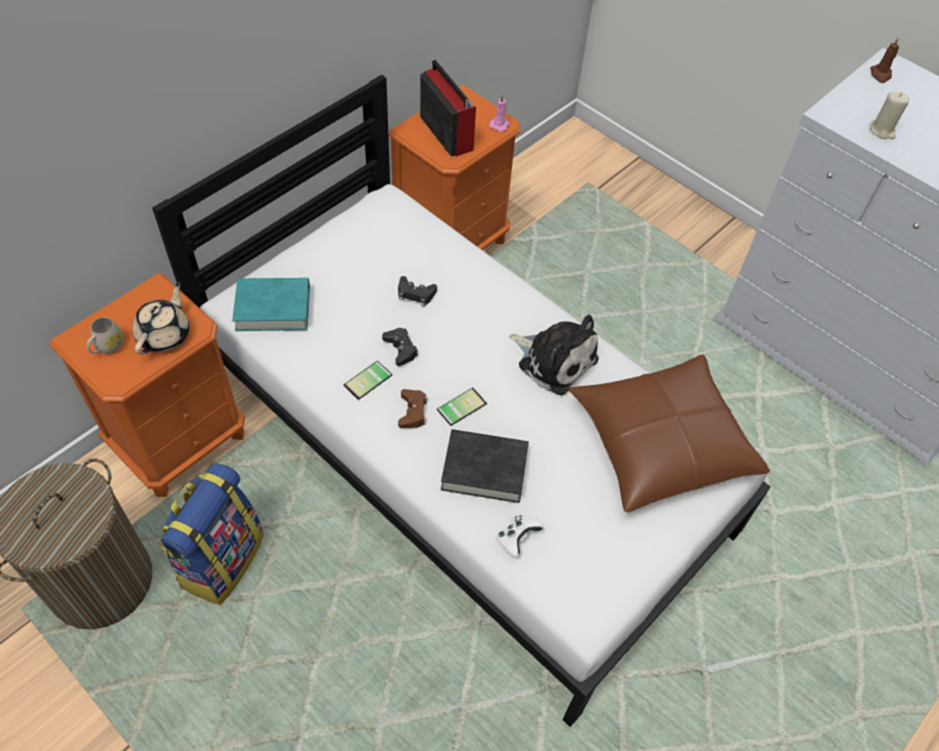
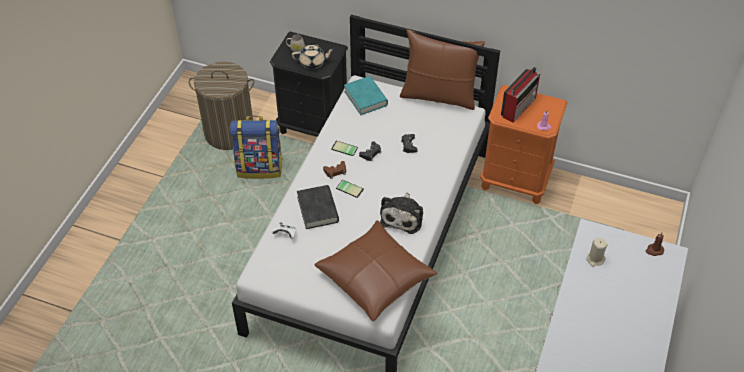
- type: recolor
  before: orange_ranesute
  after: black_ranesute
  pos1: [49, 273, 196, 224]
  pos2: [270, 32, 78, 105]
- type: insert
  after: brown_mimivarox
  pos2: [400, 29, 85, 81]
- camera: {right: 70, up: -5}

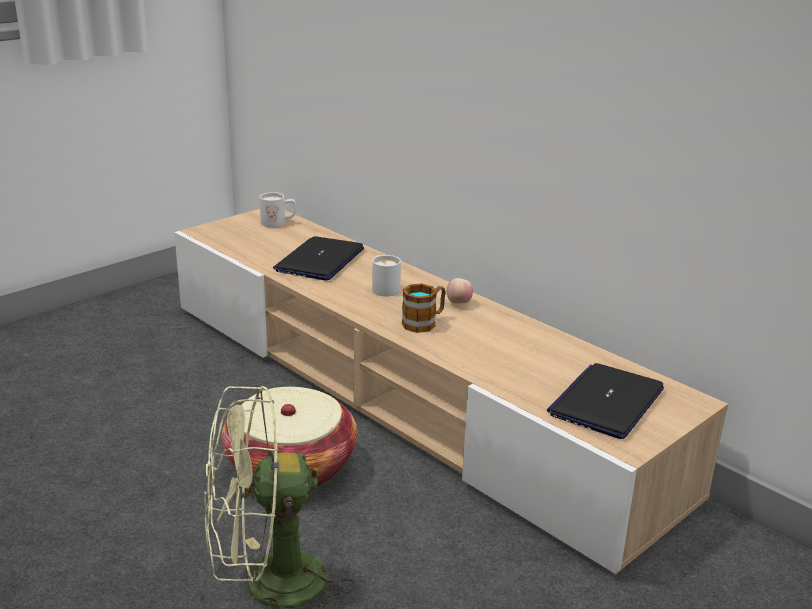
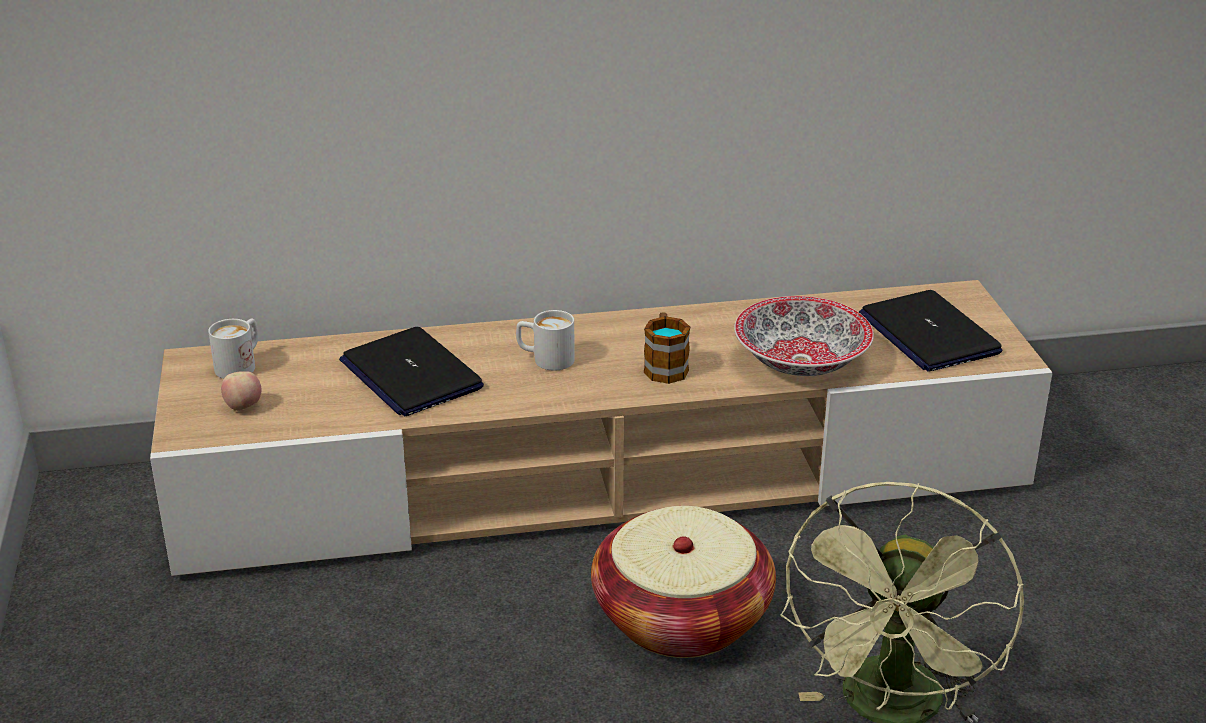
- type: move
  before: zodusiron
  pos1: [447, 278, 26, 26]
  pos2: [221, 371, 40, 40]
- type: insert
  after: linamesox
  pos2: [734, 296, 140, 80]
- camera: {right: -55, up: 5}

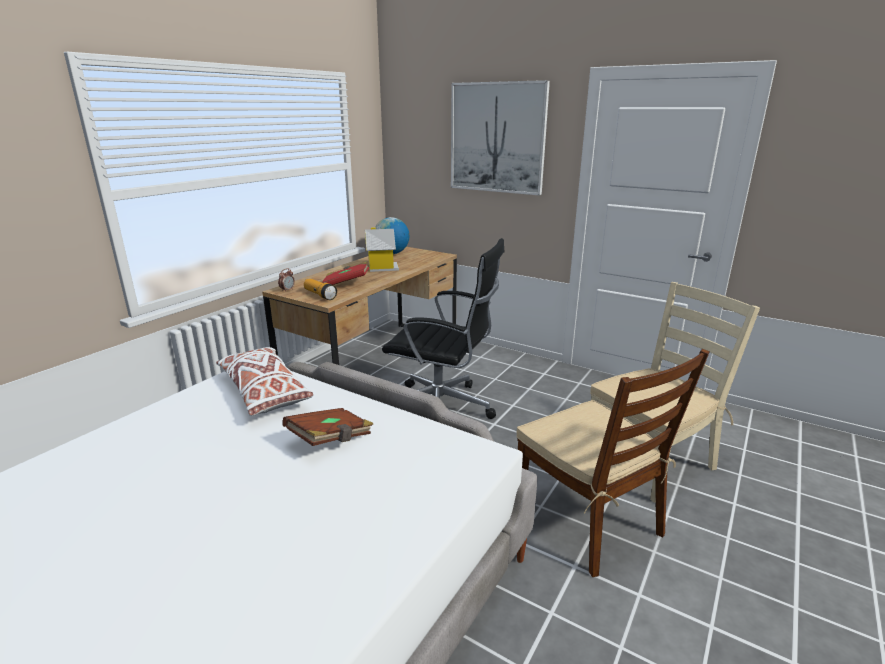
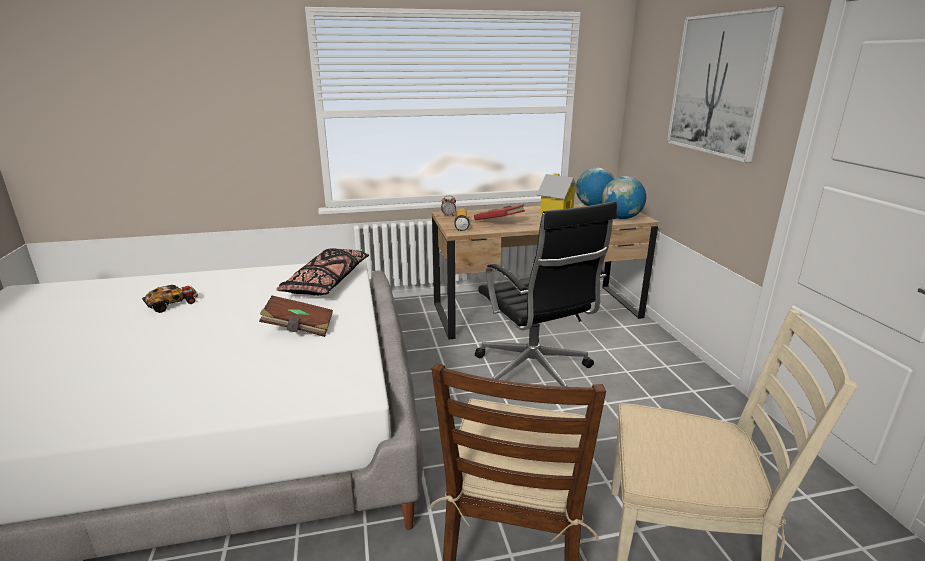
- type: recolor
  before: white_mimivarox
  after: black_mimivarox
  pos1: [216, 347, 97, 69]
  pos2: [276, 248, 93, 48]
- type: insert
  after: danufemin
  pos2: [602, 176, 44, 43]
- type: insert
  after: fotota
  pos2: [142, 285, 56, 28]
- camera: {right: 45, up: 0}

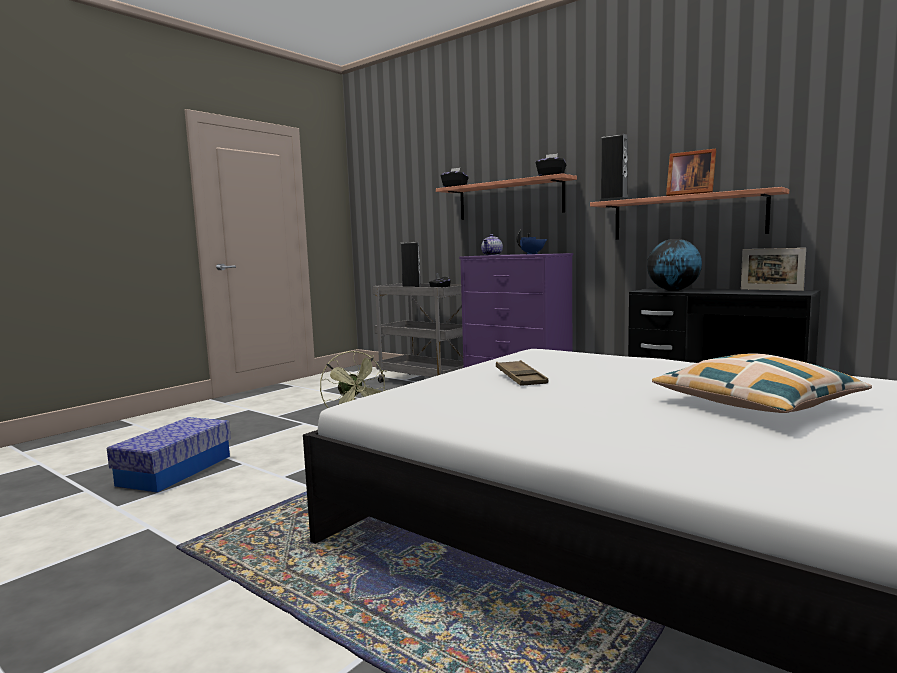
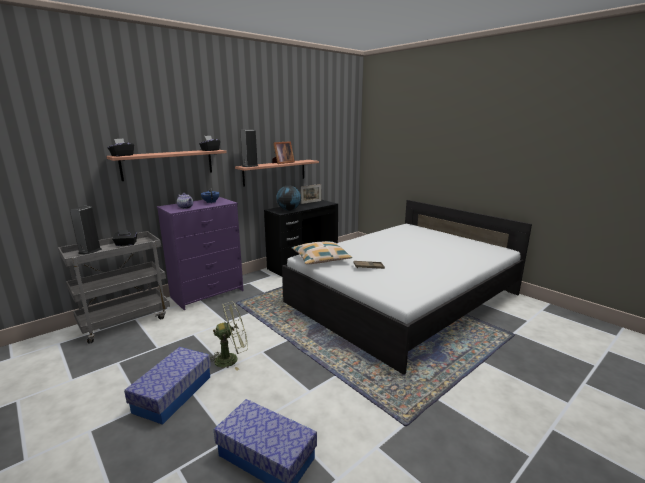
- type: move
  before: mimivarox
  pos1: [652, 353, 220, 60]
  pos2: [292, 241, 60, 23]
- type: insert
  after: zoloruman
  pos2: [124, 347, 87, 78]
- camera: {right: -80, up: 10}

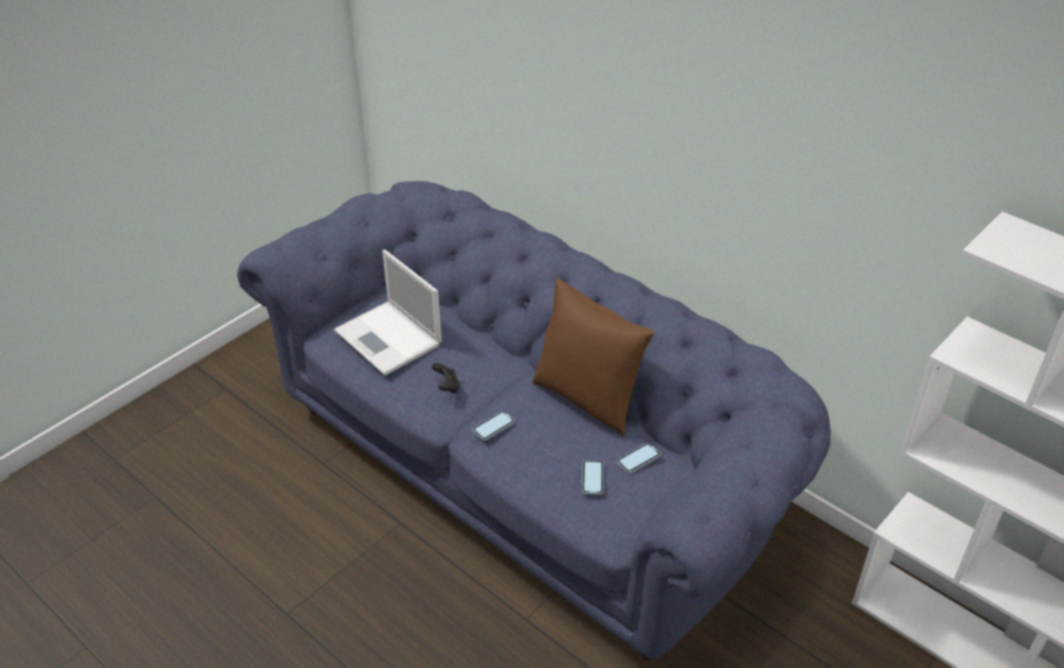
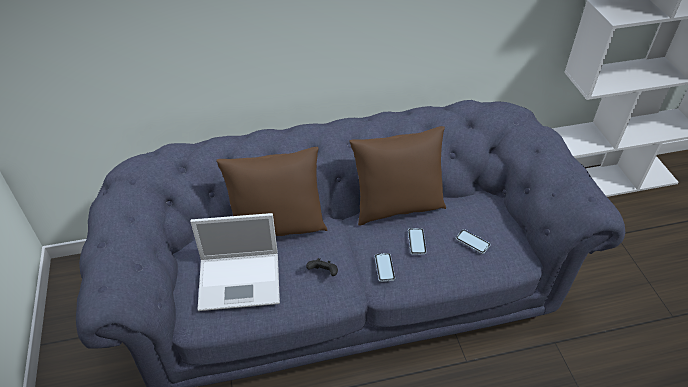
- type: move
  before: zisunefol
  pos1: [617, 443, 43, 30]
  pos2: [408, 228, 19, 27]
- type: insert
  after: brown_mimivarox
  pos2: [216, 147, 112, 89]
- camera: {right: -55, up: 5}

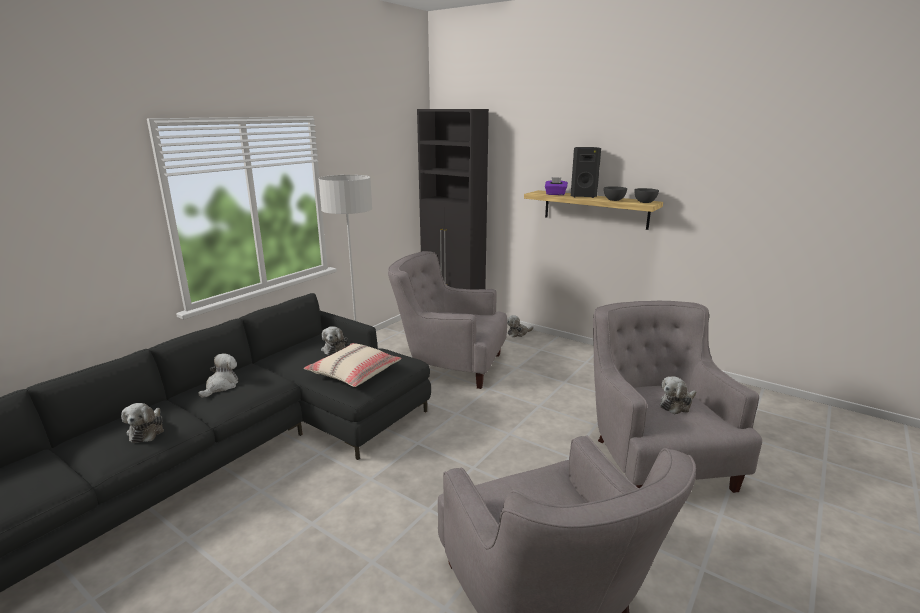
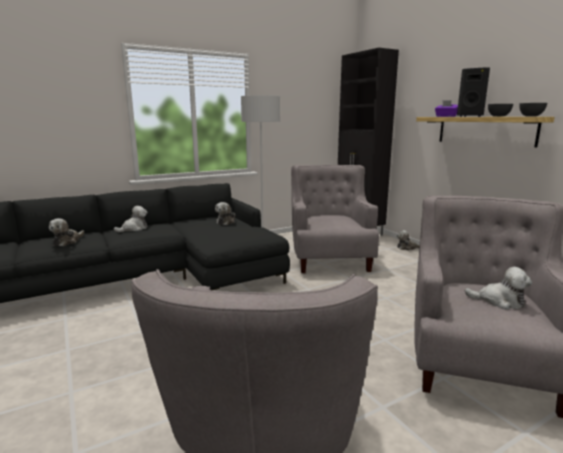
- type: rotate
  before: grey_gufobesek
  pos1: [388, 251, 119, 138]
  pos2: [291, 165, 88, 108]
  turn: 45
- type: delete
  before: beige_mimivarox
  pos1: [304, 343, 98, 44]
- type: rotate
  before: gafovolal
  pos1: [660, 376, 36, 38]
  pos2: [465, 267, 67, 43]
  turn: -150
- camera: {right: 25, up: -5}

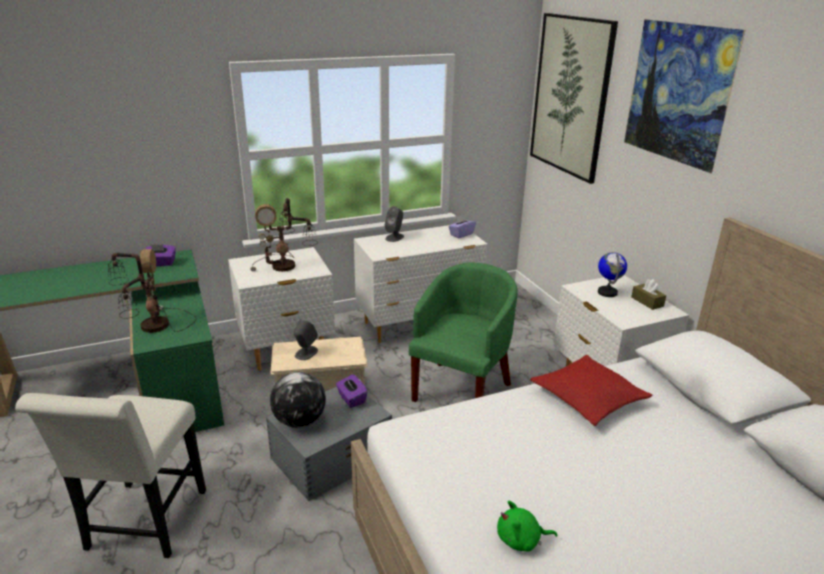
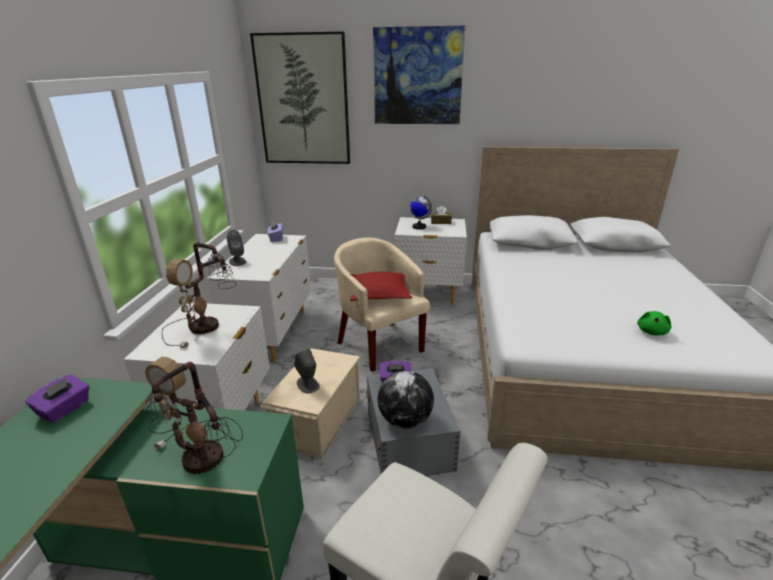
- type: recolor
  before: green_gufobesek
  after: beige_gufobesek
  pos1: [409, 262, 109, 140]
  pos2: [334, 238, 96, 134]
- type: move
  before: red_mimivarox
  pos1: [530, 355, 122, 71]
  pos2: [350, 272, 62, 29]
- camera: {right: -60, up: 0}

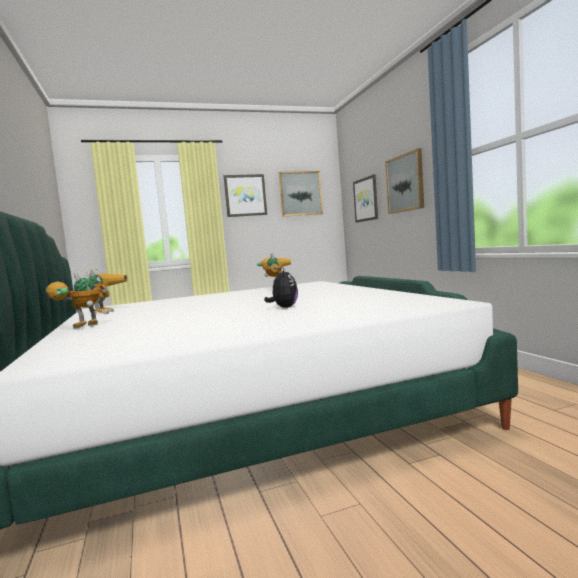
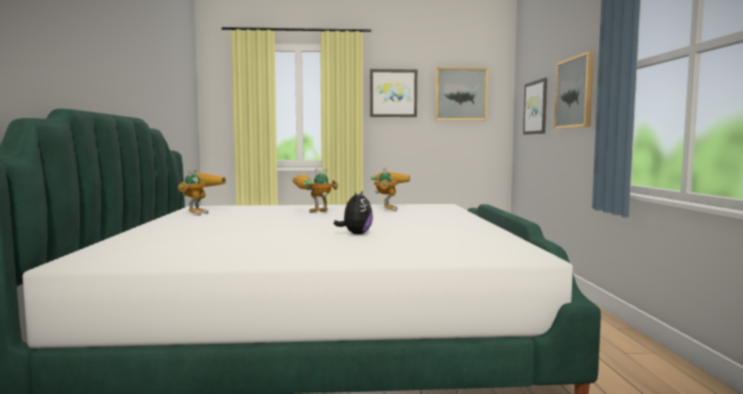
- type: move
  before: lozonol
  pos1: [46, 271, 63, 58]
  pos2: [292, 168, 46, 45]
- camera: {right: 15, up: 0}

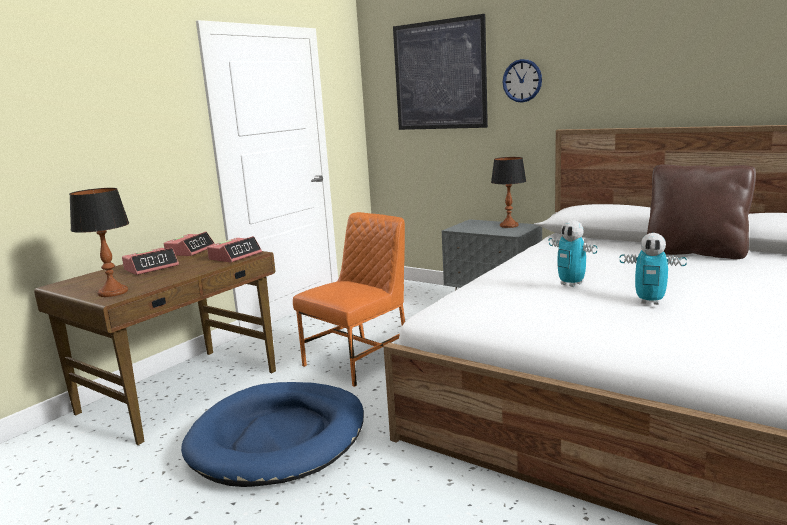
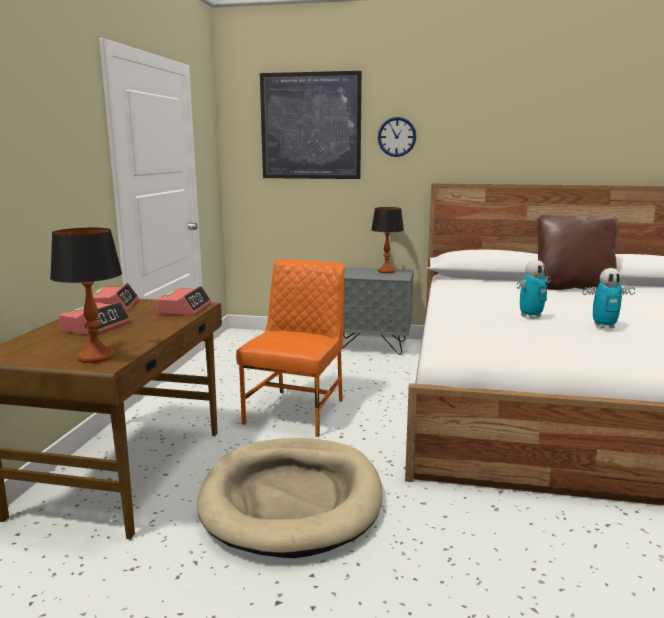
- type: rotate
  before: lozonol
  pos1: [549, 220, 49, 67]
  pos2: [517, 260, 34, 59]
  turn: -60
- type: recolor
  before: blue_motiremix
  after: beige_motiremix
  pos1: [181, 382, 183, 105]
  pos2: [197, 438, 185, 120]
- camera: {right: -25, up: 0}

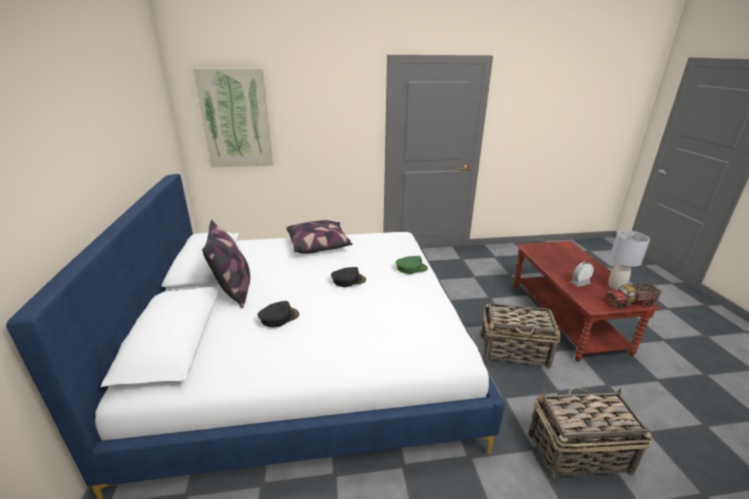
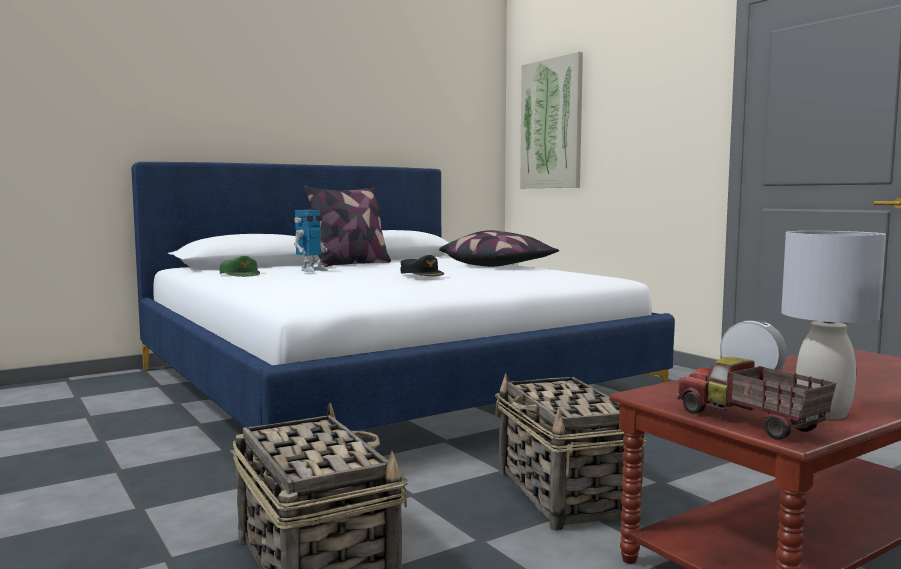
- type: move
  before: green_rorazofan
  pos1: [396, 256, 32, 18]
  pos2: [220, 256, 40, 21]
- type: replace
  before: black_rorazofan
  after: lozonol
  pos1: [258, 301, 41, 26]
  pos2: [294, 210, 34, 62]
- camera: {right: 65, up: -20}

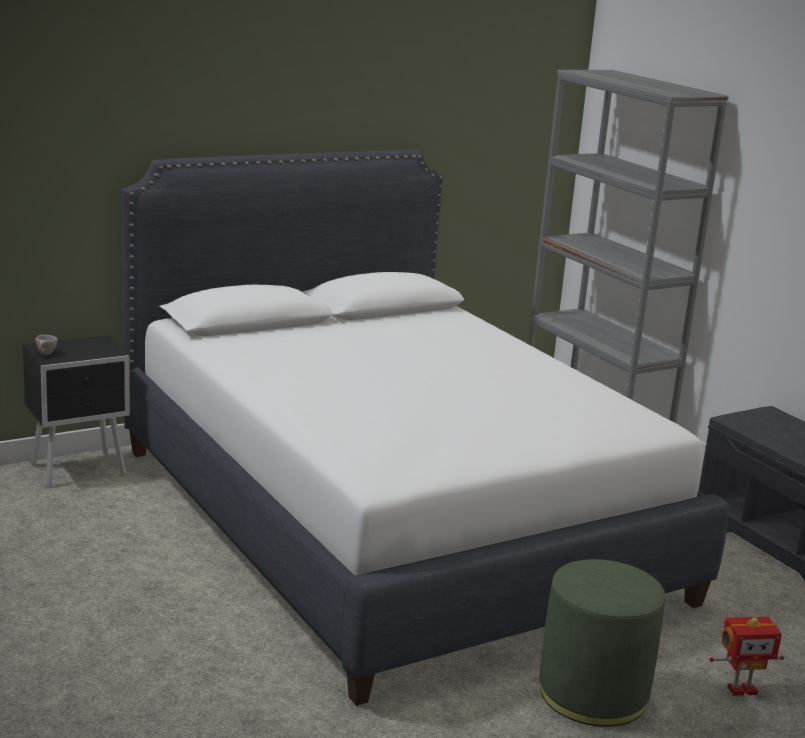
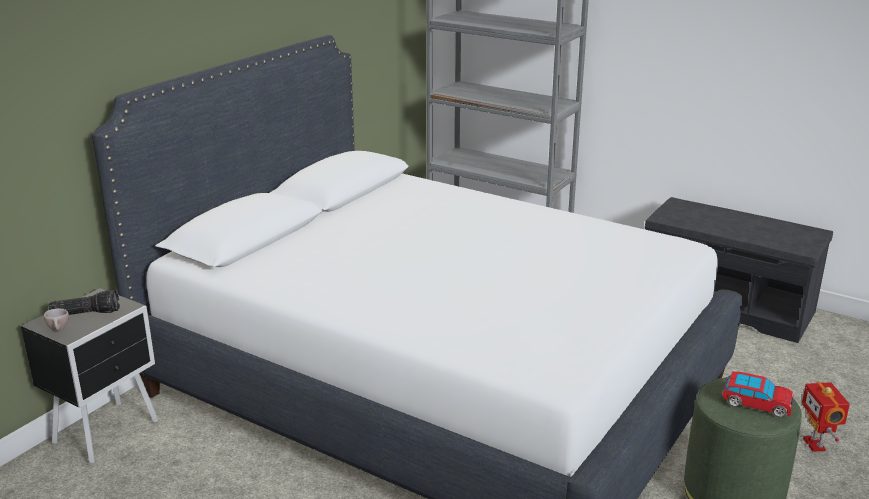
- type: rotate
  before: lozonol
  pos1: [709, 617, 75, 79]
  pos2: [802, 382, 48, 70]
  turn: 120
- type: insert
  after: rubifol
  pos2: [48, 290, 72, 25]
- type: insert
  after: fotota
  pos2: [722, 371, 72, 46]
- camera: {right: -25, up: 5}

